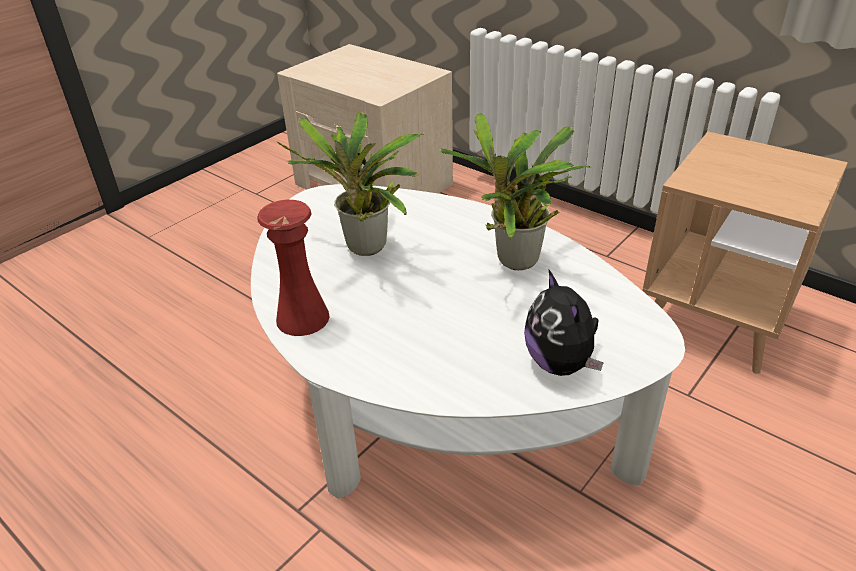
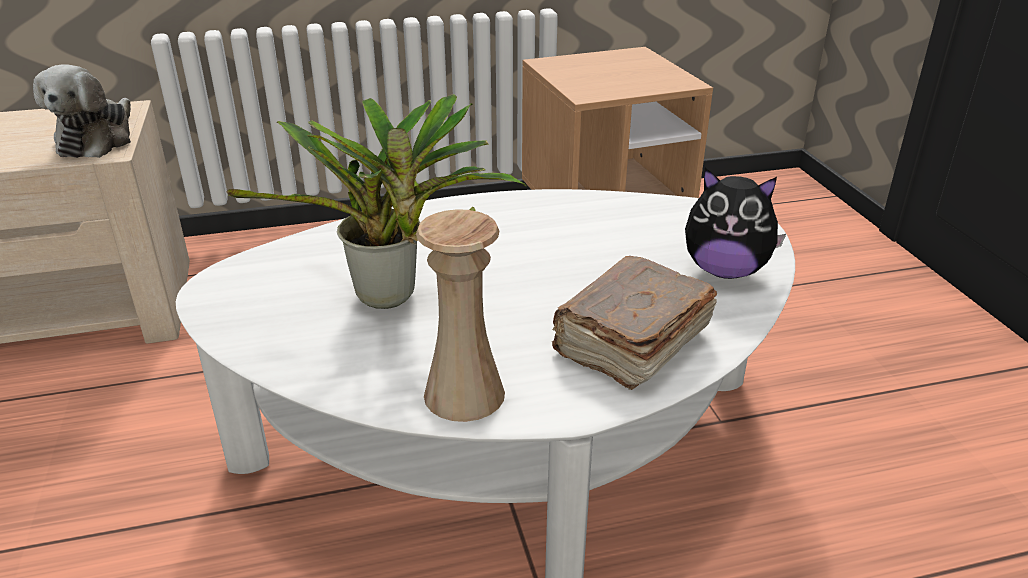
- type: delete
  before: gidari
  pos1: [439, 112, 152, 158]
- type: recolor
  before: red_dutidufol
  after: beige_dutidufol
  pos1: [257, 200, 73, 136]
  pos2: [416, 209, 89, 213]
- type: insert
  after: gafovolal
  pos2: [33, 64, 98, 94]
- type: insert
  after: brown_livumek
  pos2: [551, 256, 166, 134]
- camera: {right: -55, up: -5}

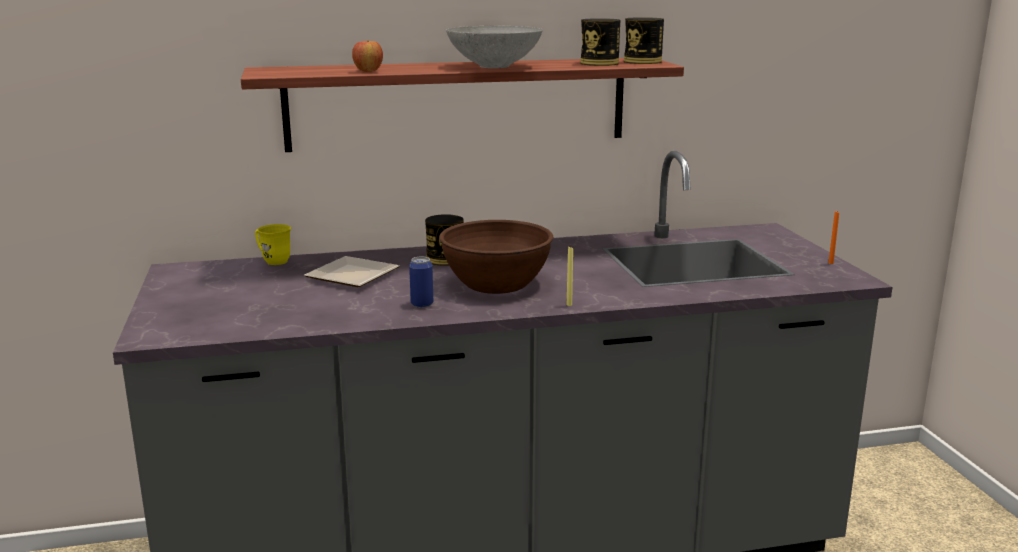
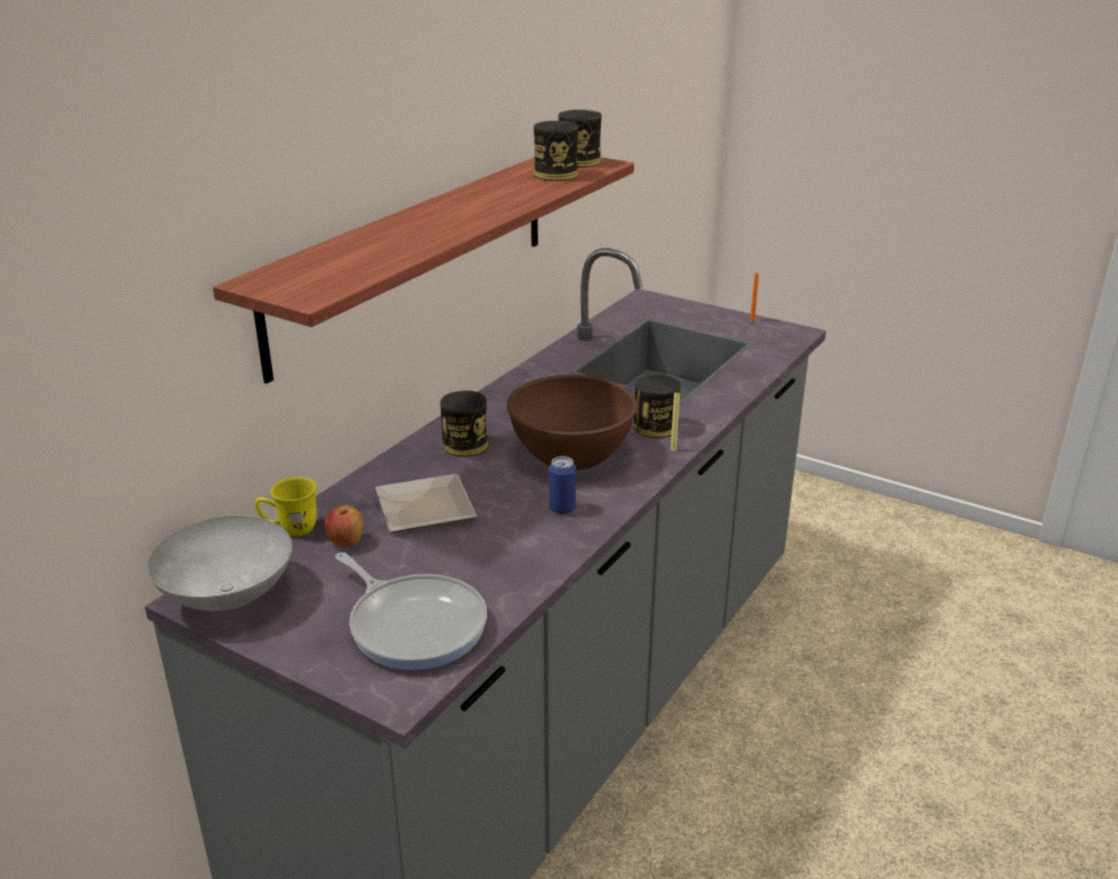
- type: move
  before: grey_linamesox
  pos1: [446, 26, 97, 42]
  pos2: [147, 516, 145, 95]
- type: move
  before: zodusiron
  pos1: [352, 41, 31, 31]
  pos2: [325, 506, 39, 41]
- type: insert
  after: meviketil
  pos2: [634, 374, 47, 64]
- type: insert
  after: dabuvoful
  pos2: [335, 552, 152, 118]
- camera: {right: -45, up: 10}

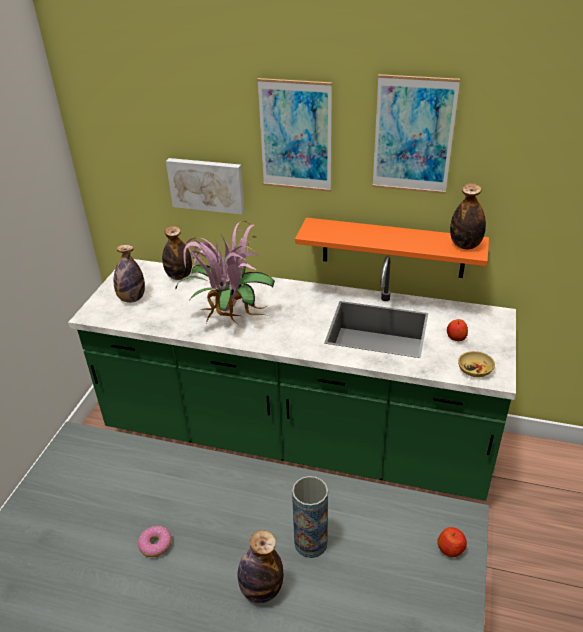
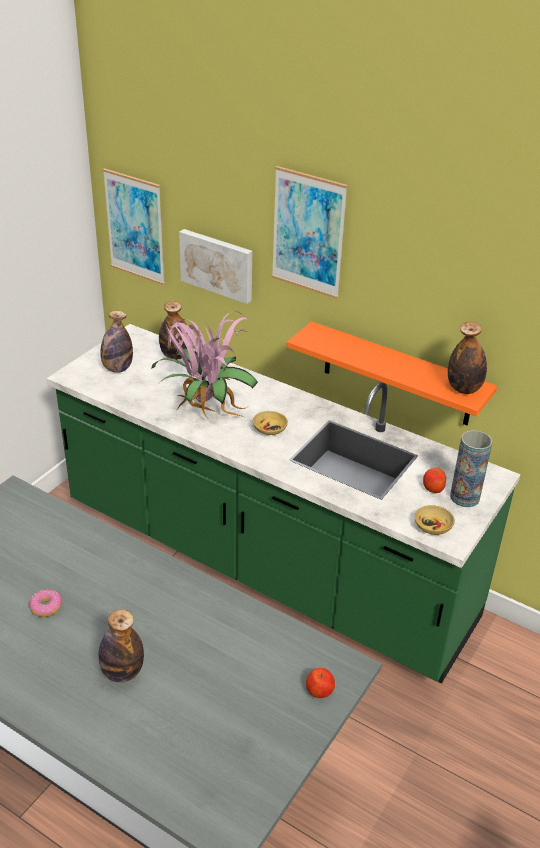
- type: move
  before: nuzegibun
  pos1: [372, 74, 88, 120]
  pos2: [102, 168, 63, 117]
- type: move
  before: dutidufol
  pos1: [292, 476, 36, 82]
  pos2: [450, 430, 42, 77]
- type: insert
  after: beige_linamesox
  pos2: [253, 411, 35, 24]
- camera: {right: 15, up: 0}

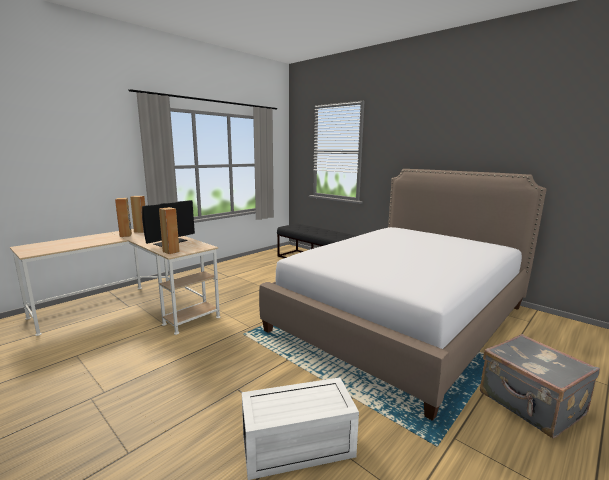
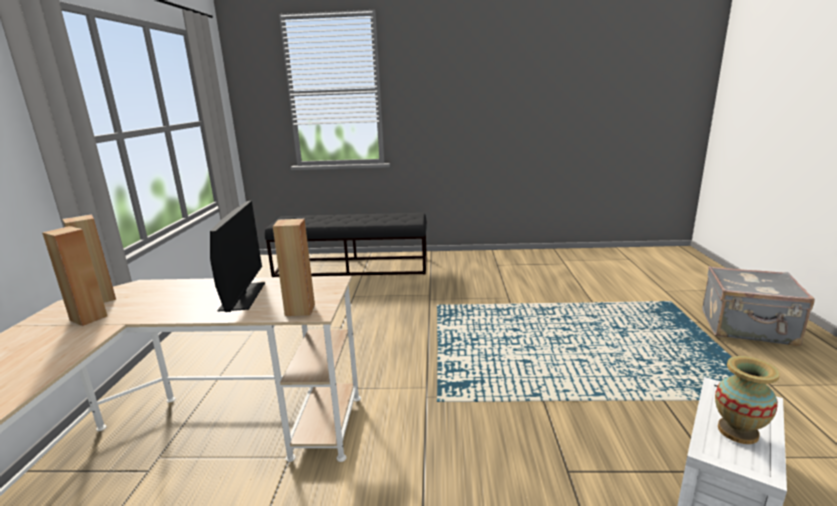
- type: delete
  before: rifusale
  pos1: [259, 169, 288, 252]
- type: insert
  after: dutidufol
  pos2: [715, 356, 65, 88]
- camera: {right: -40, up: 5}

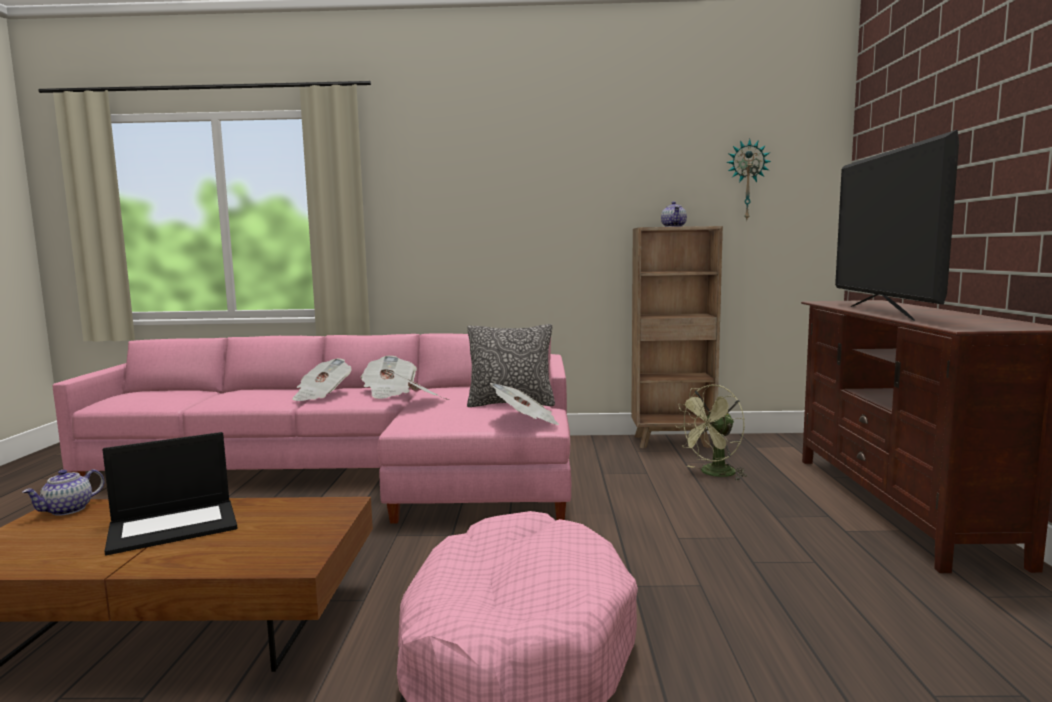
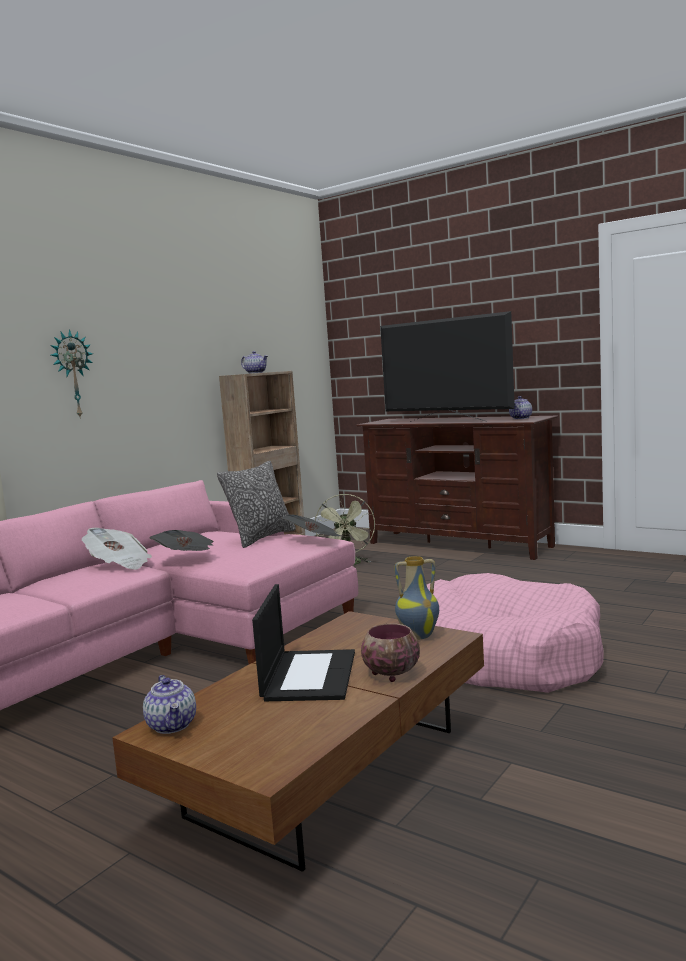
- type: move
  before: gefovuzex
  pos1: [726, 139, 45, 81]
  pos2: [50, 329, 43, 90]
- type: delete
  before: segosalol
  pos1: [292, 358, 60, 43]
- type: insert
  after: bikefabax
  pos2: [509, 396, 23, 23]
- type: insert
  after: dutidufol
  pos2: [394, 556, 45, 84]
- type: insert
  after: linamesox
  pos2: [361, 623, 59, 59]
- camera: {right: -55, up: 0}

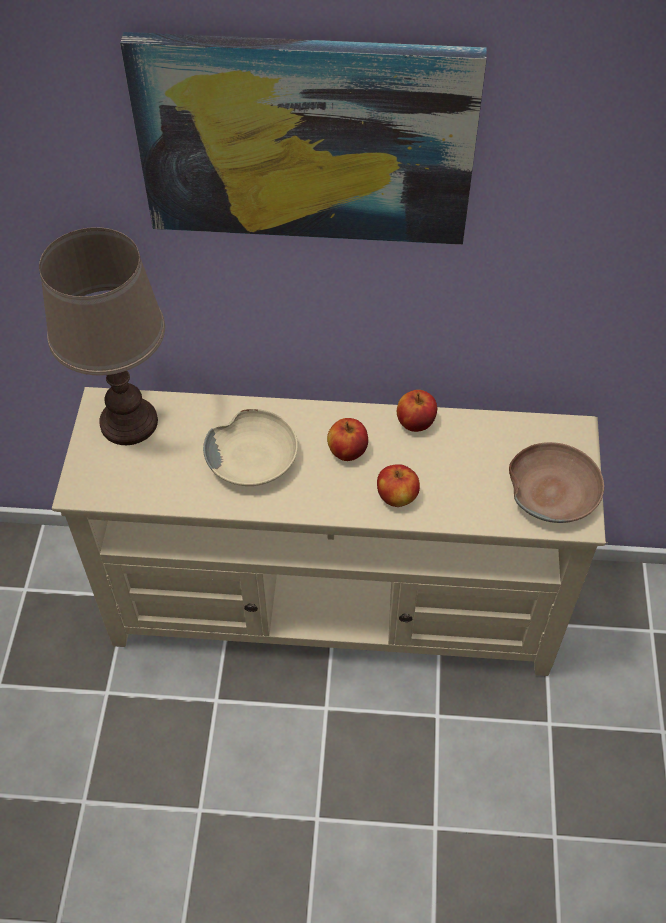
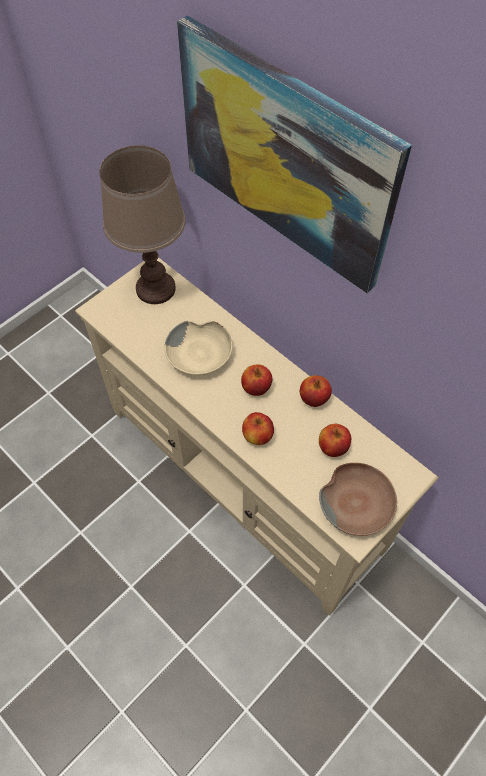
- type: insert
  after: zodusiron
  pos2: [319, 424, 32, 33]
- camera: {right: 40, up: 5}

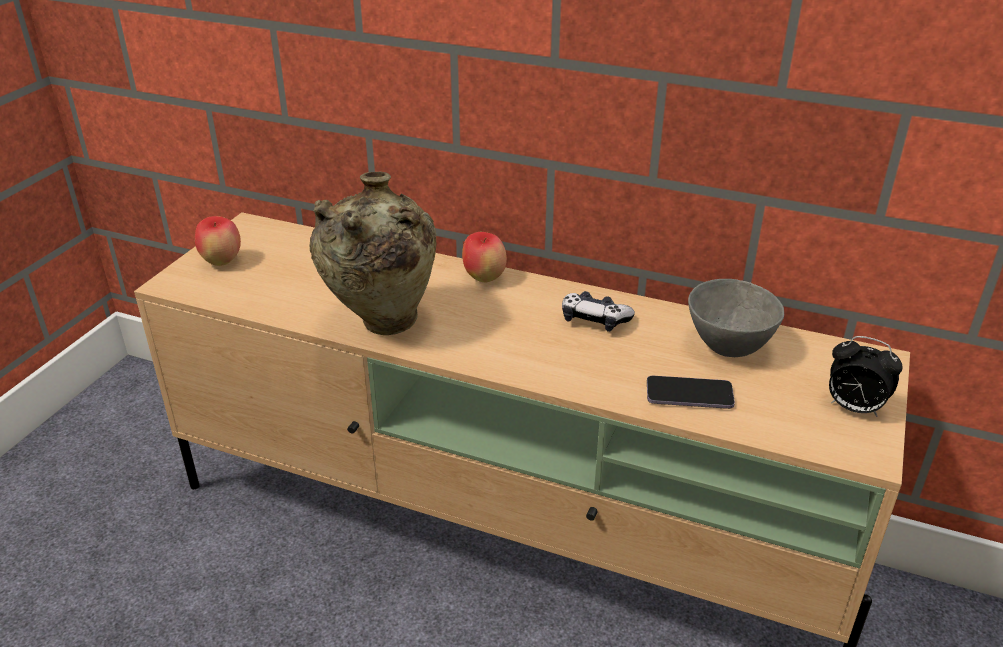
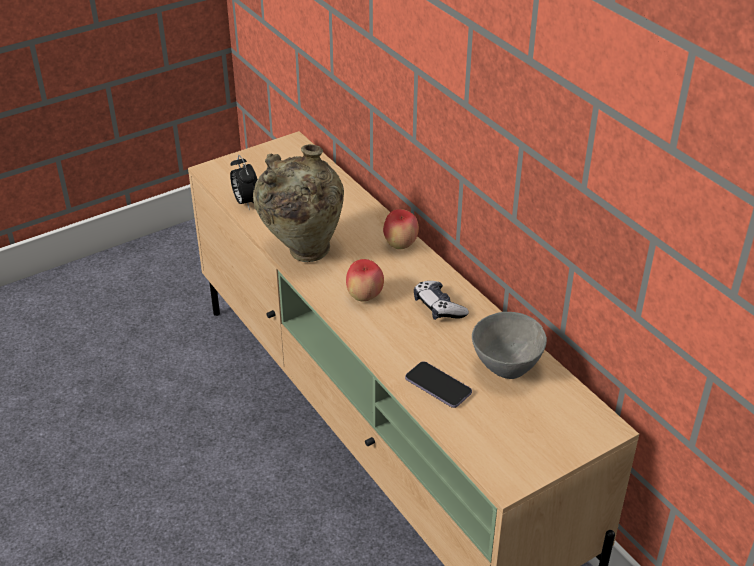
- type: move
  before: zodusiron
  pos1: [195, 216, 46, 50]
  pos2: [346, 259, 38, 43]
- type: move
  before: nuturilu
  pos1: [829, 336, 74, 81]
  pos2: [230, 155, 28, 55]
- camera: {right: 35, up: 5}

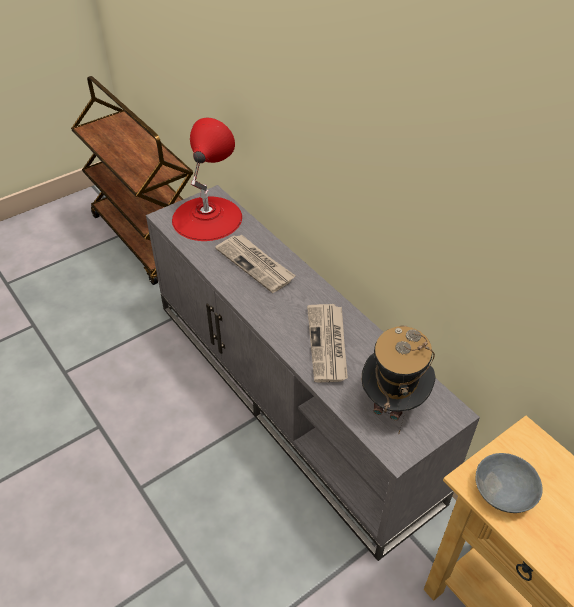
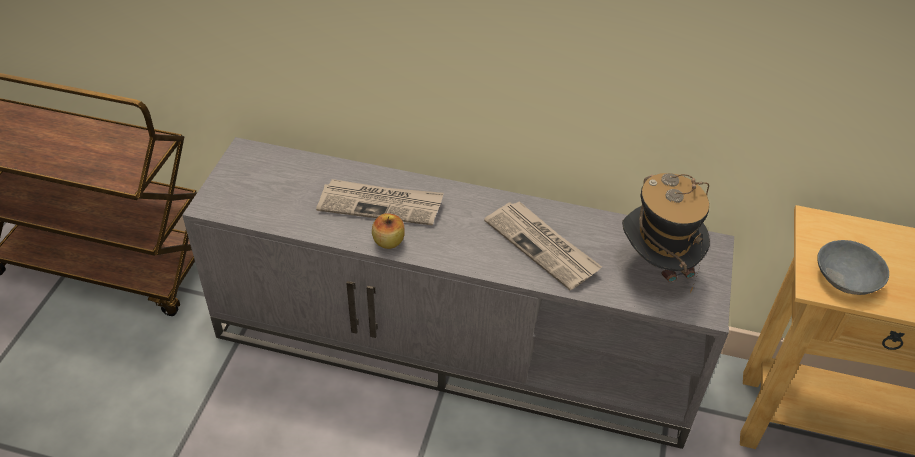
- type: delete
  before: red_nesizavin
  pos1: [172, 118, 70, 123]
- type: insert
  after: zodusiron
  pos2: [372, 213, 33, 36]
- camera: {right: -40, up: 0}

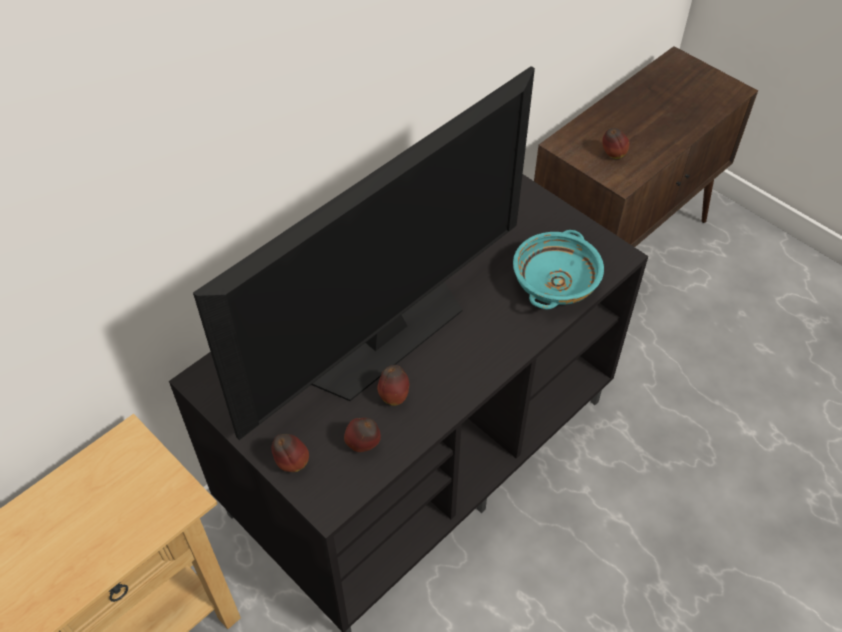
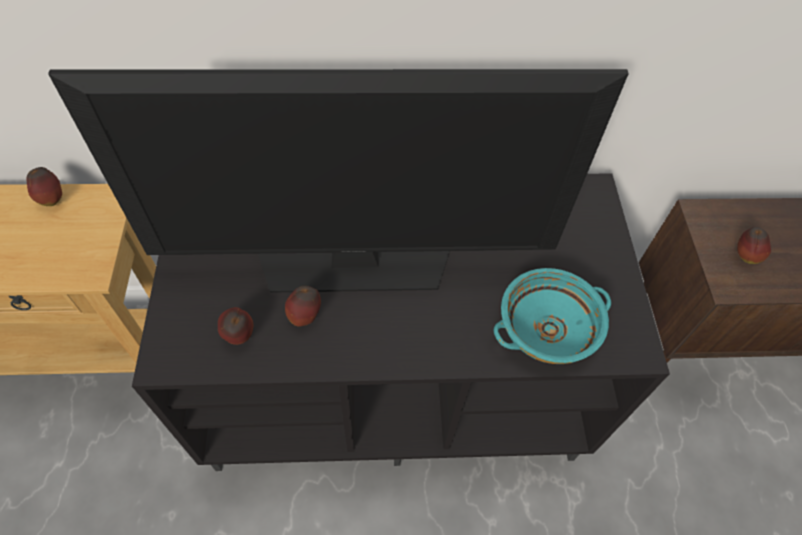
- type: move
  before: zodusiron
  pos1: [272, 434, 37, 38]
  pos2: [26, 167, 36, 39]
- camera: {right: 40, up: 5}

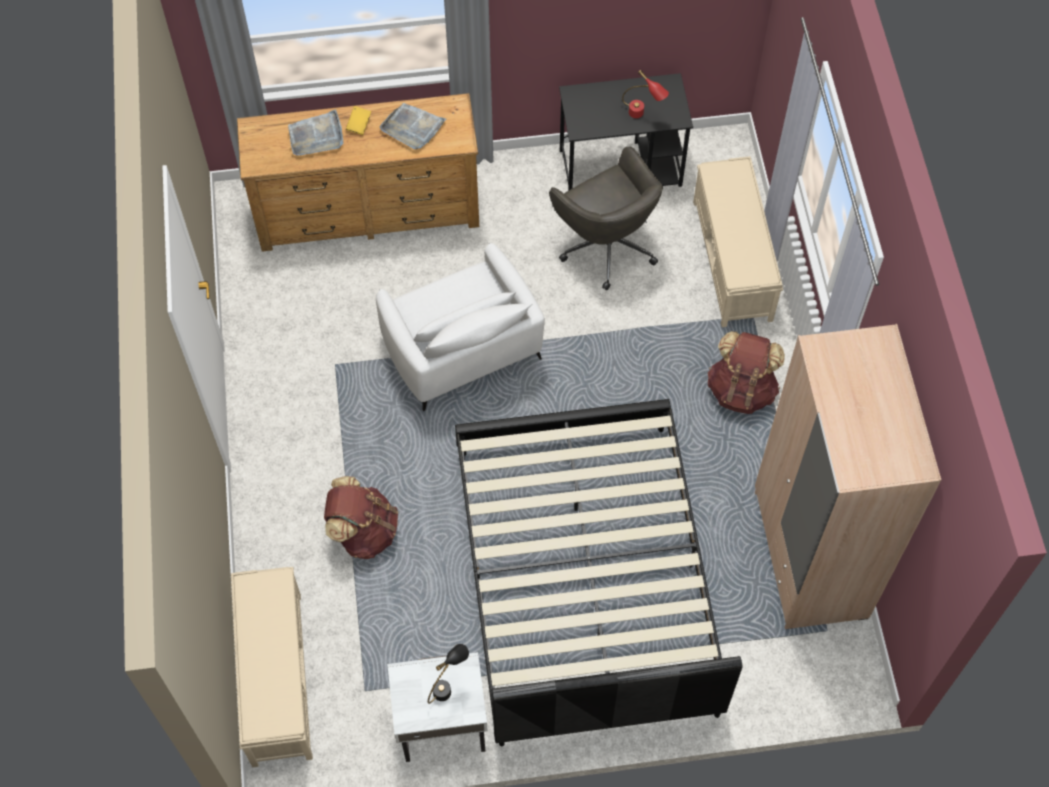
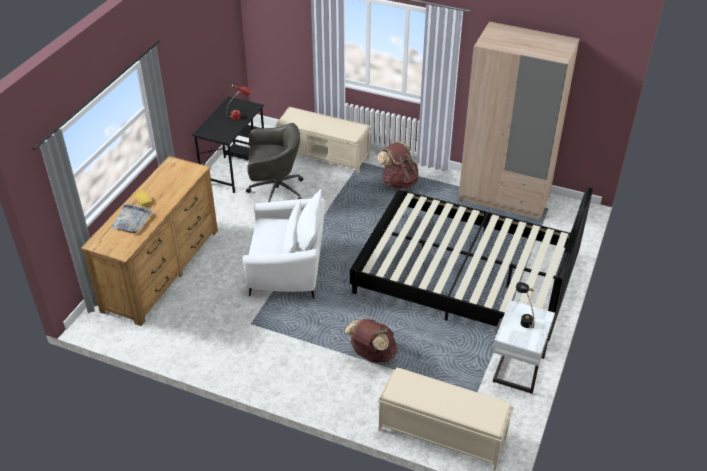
- type: delete
  before: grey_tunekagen
  pos1: [380, 103, 66, 46]
- camera: {right: -60, up: -20}

